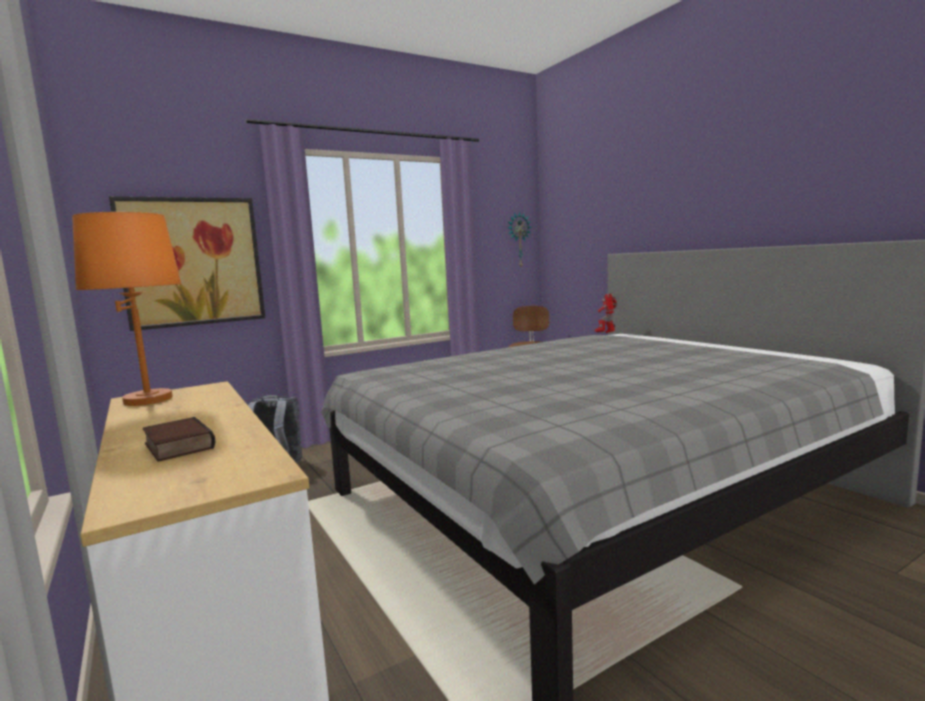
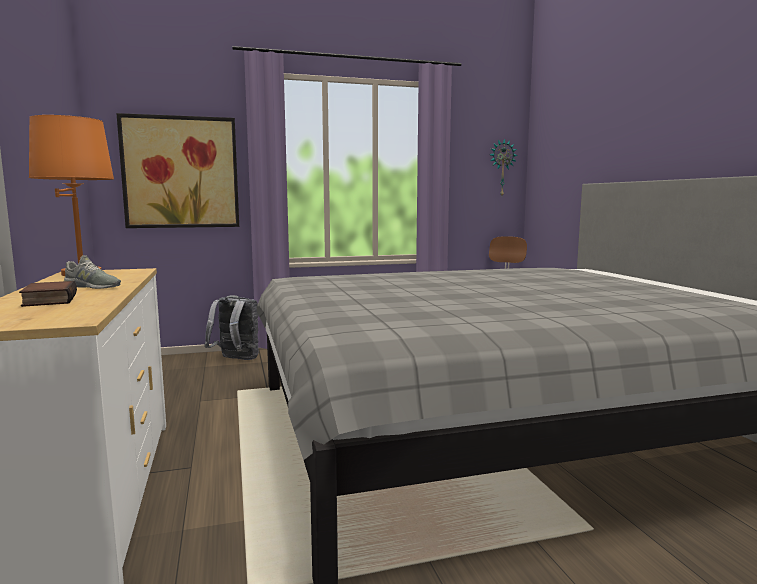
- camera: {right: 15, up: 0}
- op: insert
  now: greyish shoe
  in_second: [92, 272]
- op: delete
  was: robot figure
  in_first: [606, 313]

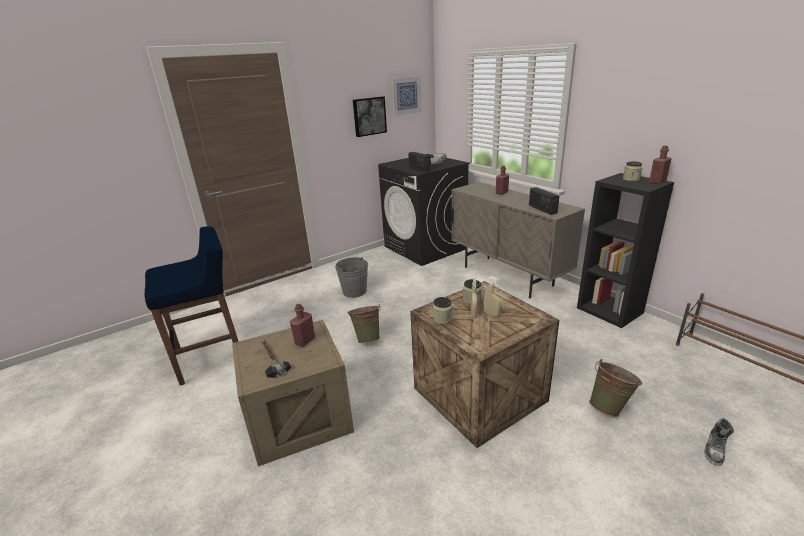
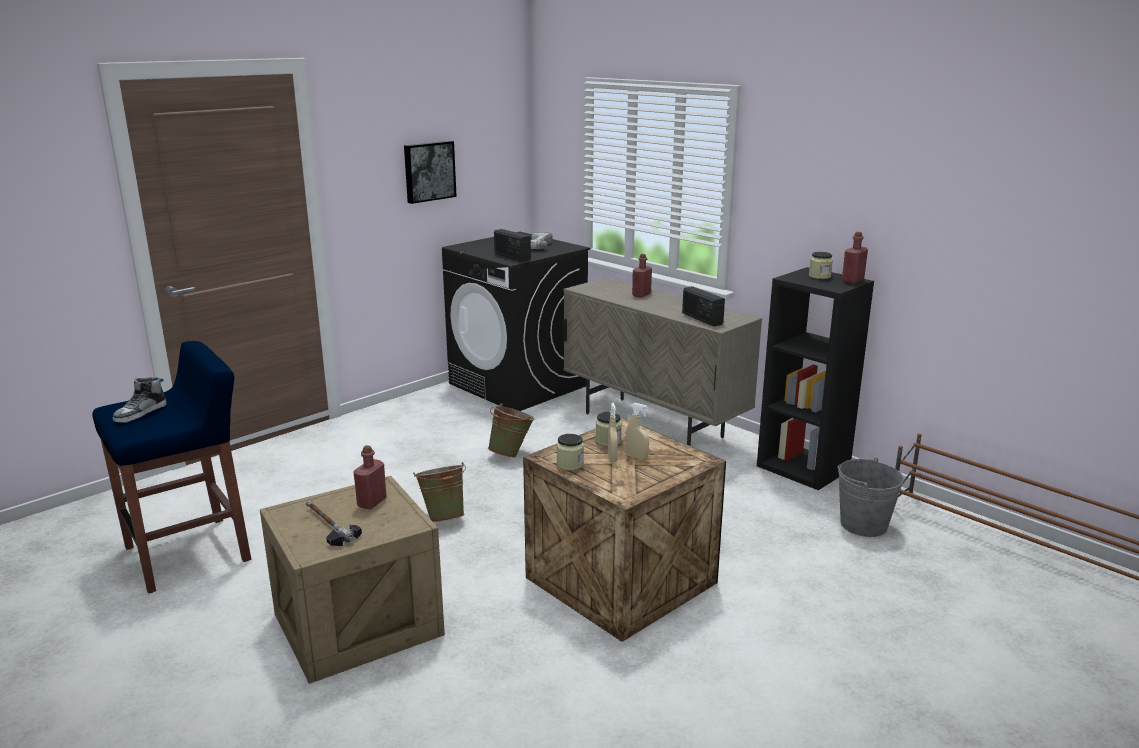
- camera: {right: -10, up: -5}
- op: move
  was: shoe
  in_first: [719, 442]
  in_second: [139, 400]
- op: move
  was: greenish water bucket
  in_first: [615, 388]
  in_second: [511, 430]
- op: move
  was: greyish water bucket
  in_first: [351, 277]
  in_second: [870, 497]
- op: delete
  was: wall picture
  in_first: [406, 95]

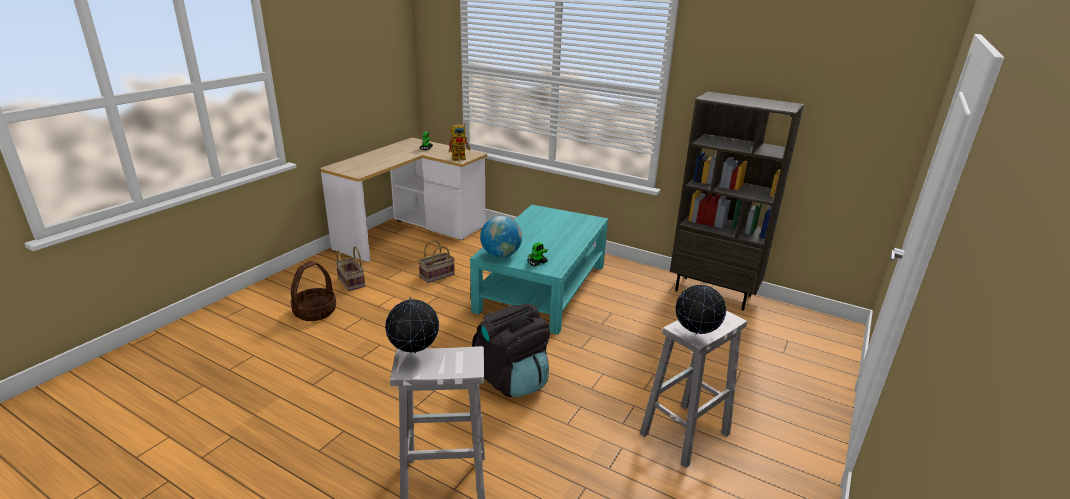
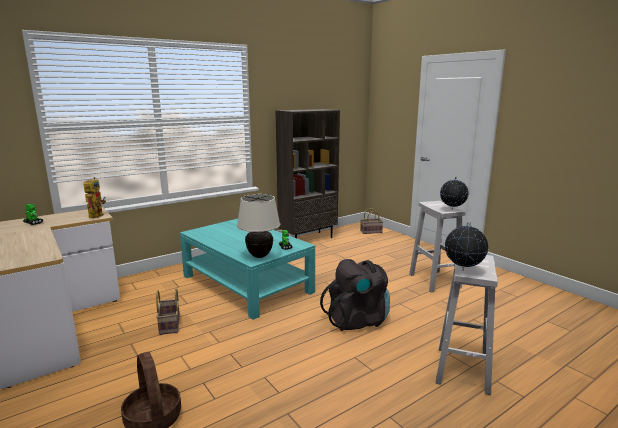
- camera: {right: -65, up: -10}
- op: replace
  was: desk globe
  now: beige-coloured table lamp
  in_first: [501, 237]
  in_second: [258, 226]
- op: move
  was: basket
  in_first: [350, 268]
  in_second: [371, 221]

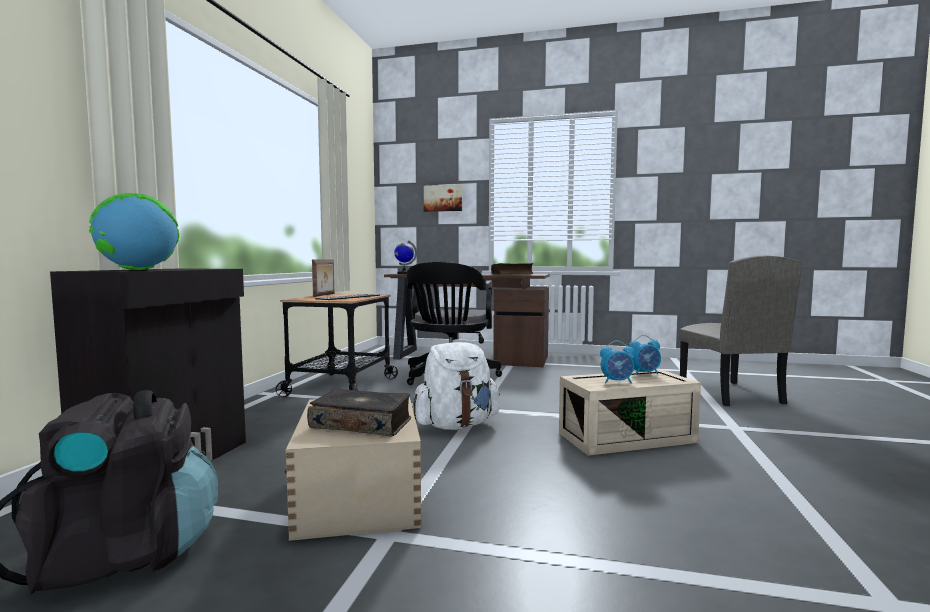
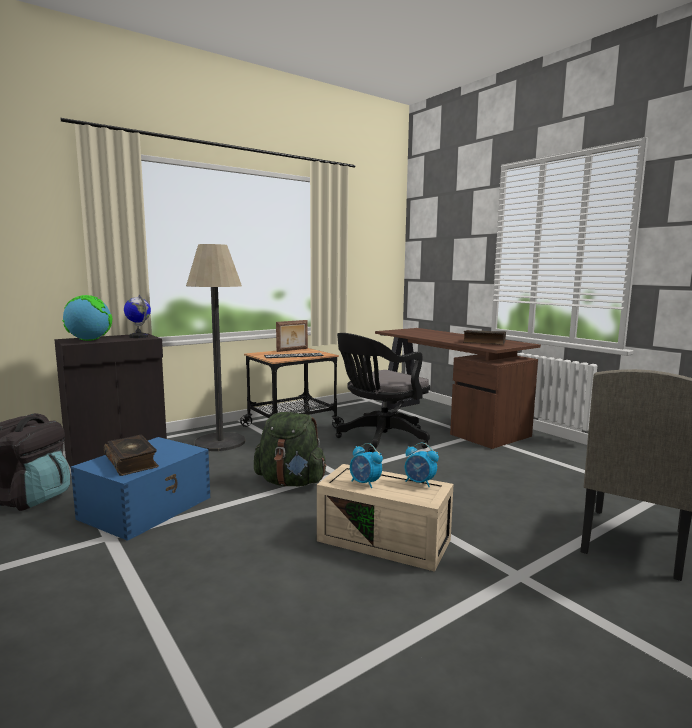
- camera: {right: 40, up: 5}
- op: recolor
  was: beige-coloured storage box
  now: bluish storage box
  in_first: [353, 468]
  in_second: [141, 489]
- op: move
  was: desk globe
  in_first: [405, 257]
  in_second: [137, 316]
- op: insert
  now: standard lamp
  in_second: [215, 347]
- op: recolor
  was: whitish backpack
  now: greenish backpack
  in_first: [456, 386]
  in_second: [290, 449]
- op: delete
  was: wall picture
  in_first: [443, 198]

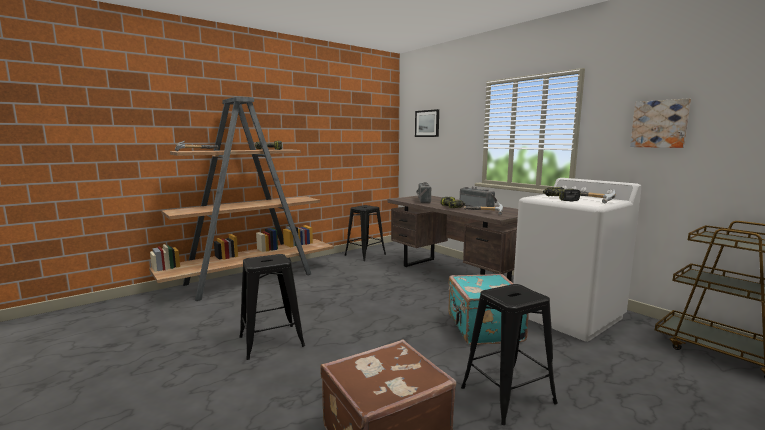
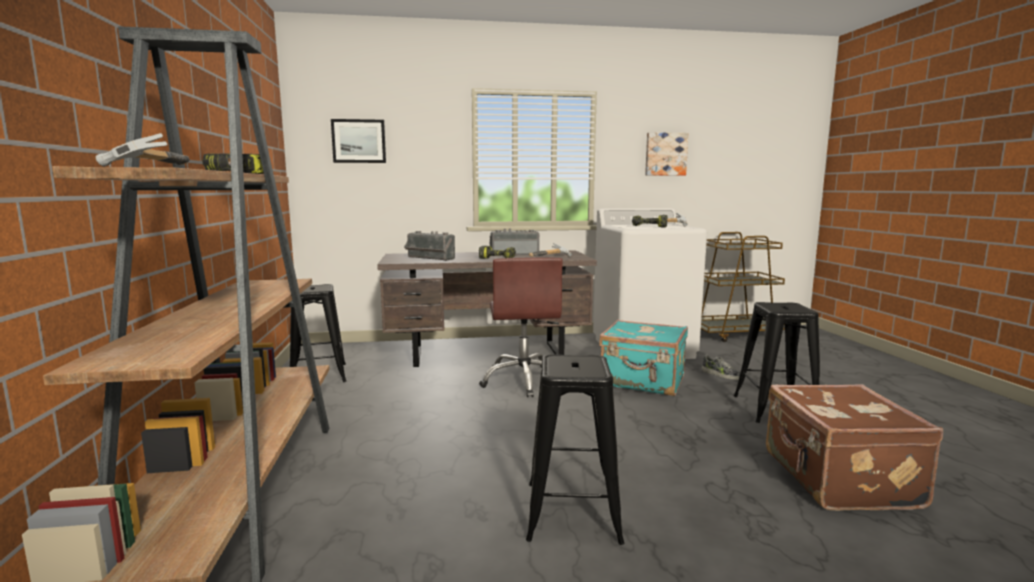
- camera: {right: -60, up: 0}
- op: insert
  now: brown-coloured computer chair
  in_second: [521, 327]
- op: insert
  now: shoe
  in_second: [721, 367]

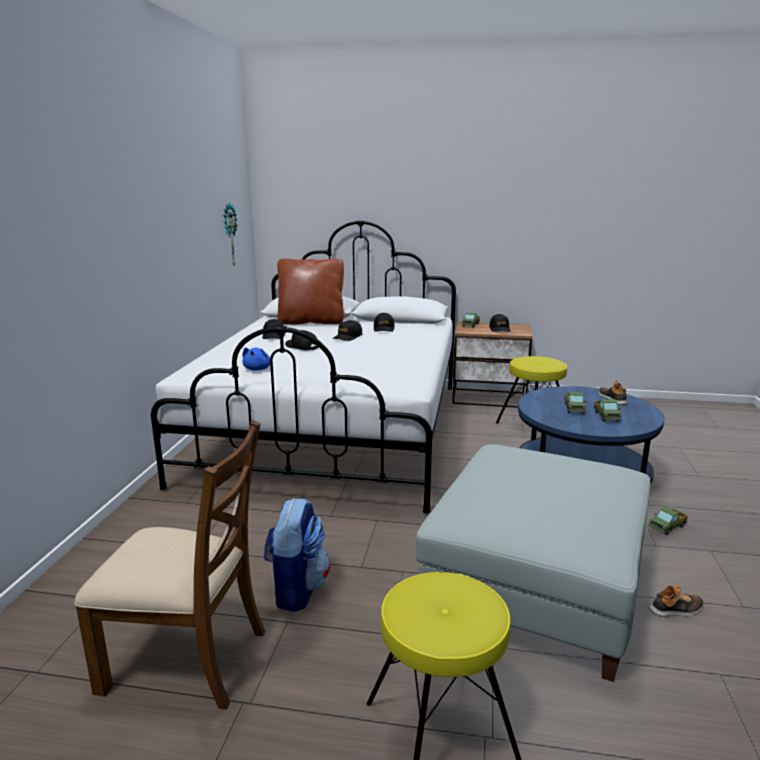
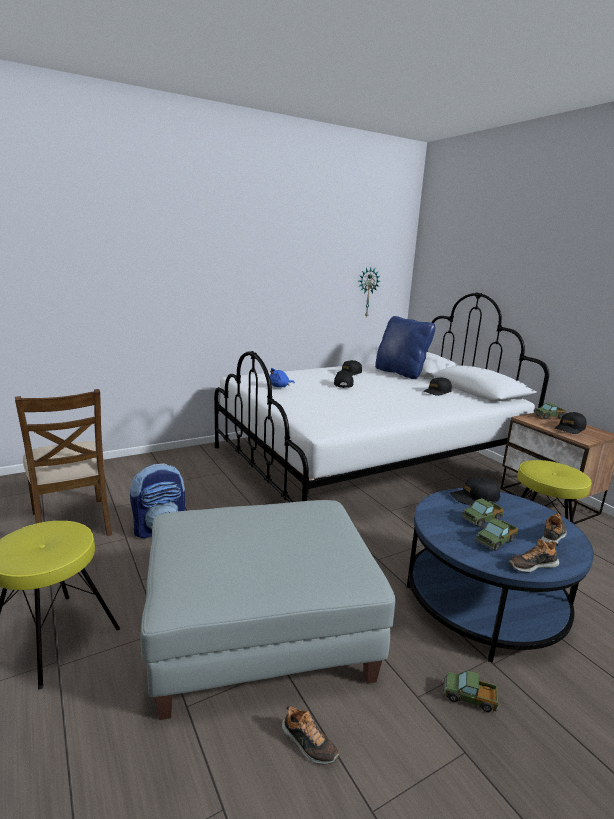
- camera: {right: 50, up: 0}
- op: recolor
  was: brown-coloured cushion
  now: bluish cushion
  in_first: [310, 291]
  in_second: [405, 347]
- op: move
  was: black-coloured peaked cap
  in_first: [347, 330]
  in_second: [475, 491]
- op: insert
  now: shoe
  in_second: [534, 555]

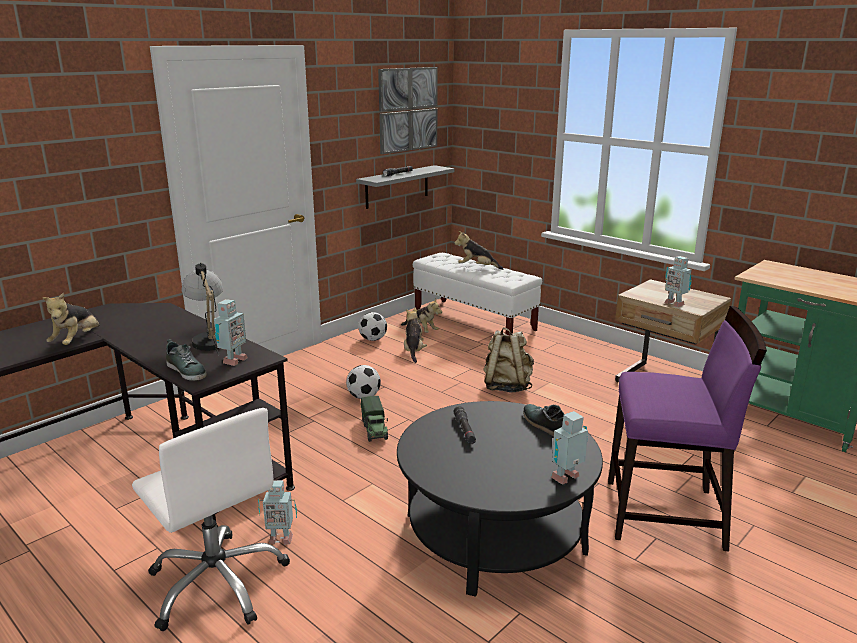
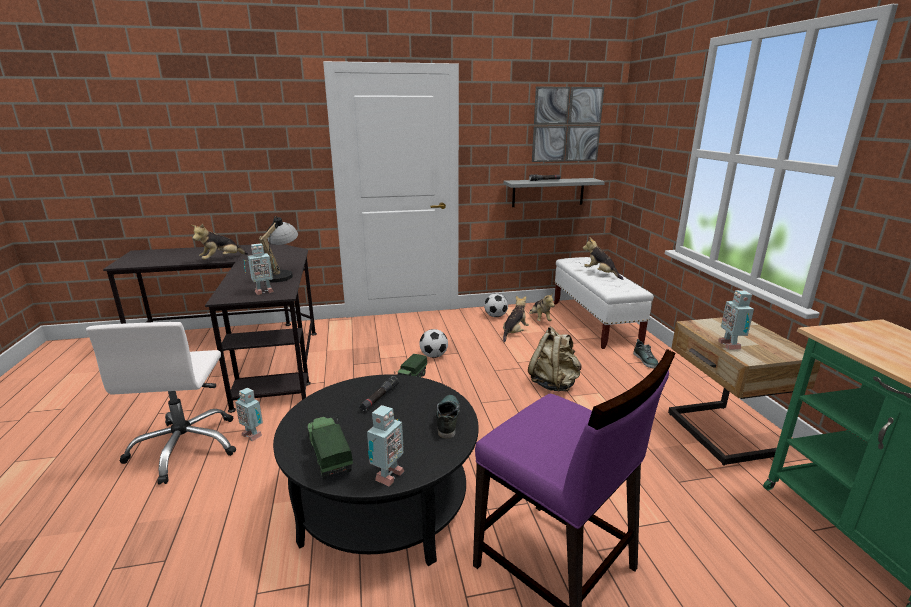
- camera: {right: 35, up: 0}
- op: insert
  now: model truck
  in_second: [329, 448]
- op: rotate
  was: robot figure
  in_first: [569, 448]
  in_second: [385, 446]
  clockwise: 120
- op: move
  was: shoe
  in_first: [186, 360]
  in_second: [645, 354]

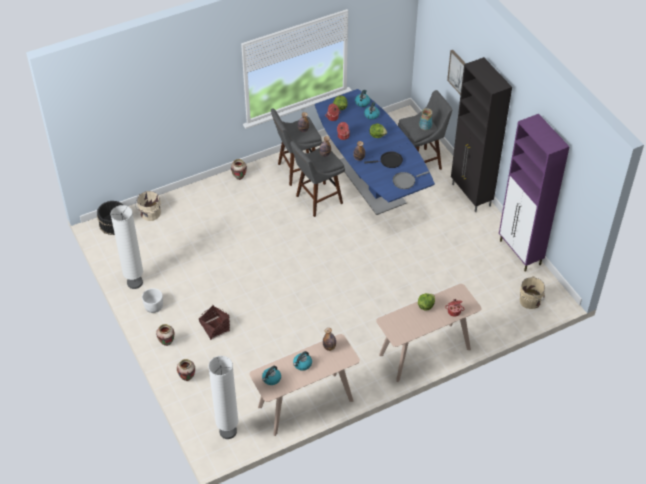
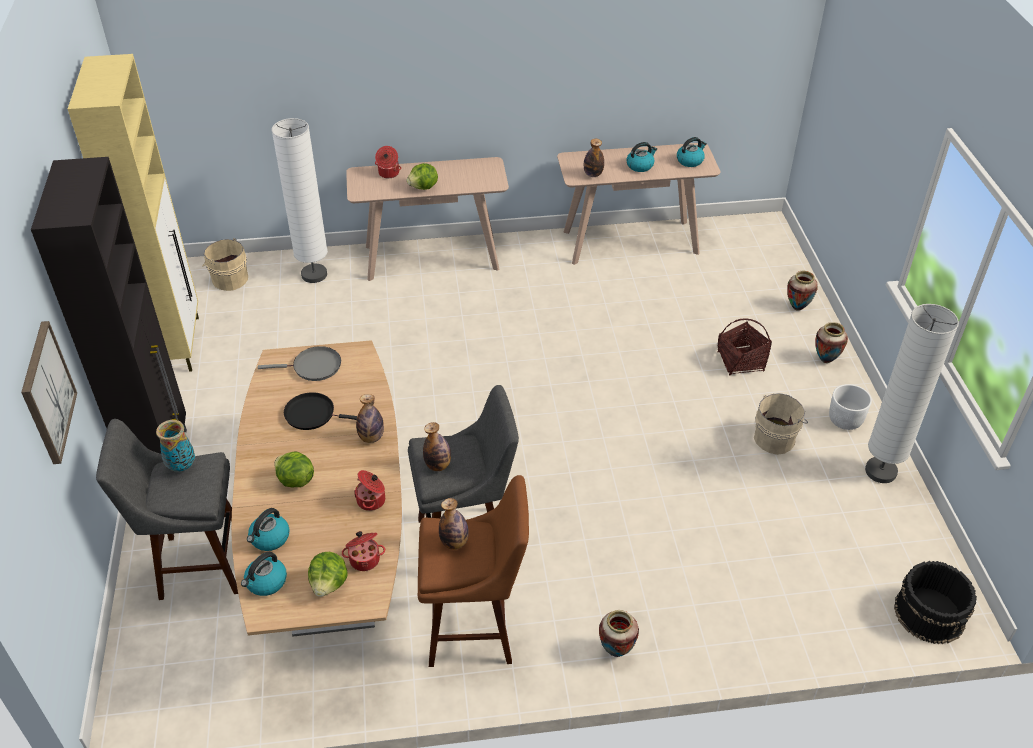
- camera: {right: -160, up: -5}
- op: recolor
  was: purple cabinet
  now: beige-coloured cabinet
  in_first: [534, 192]
  in_second: [133, 213]
- op: recolor
  was: bluish dinner table
  now: brown-coloured dinner table
  in_first: [375, 152]
  in_second: [316, 488]
- op: move
  was: whitish standard lamp
  in_first: [223, 397]
  in_second: [300, 200]
- op: recolor
  was: greyish sitting stool
  now: brown-coloured sitting stool
  in_first: [296, 147]
  in_second: [473, 571]
- op: move
  was: beige-coloured water bucket
  in_first: [148, 206]
  in_second: [781, 424]

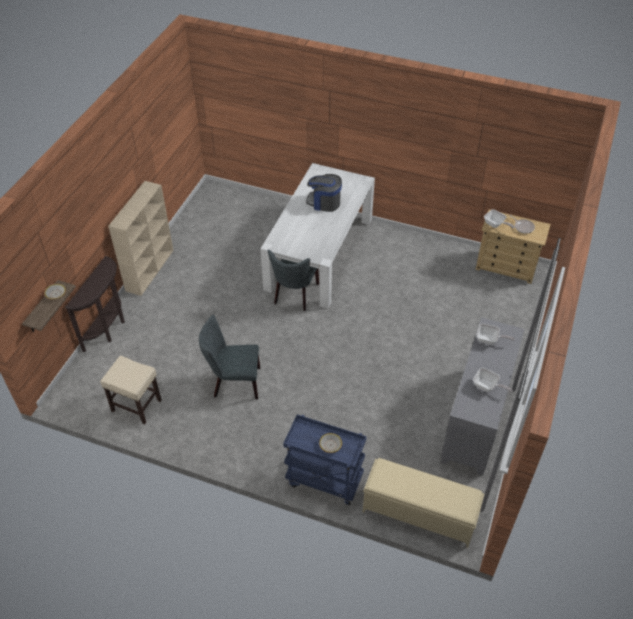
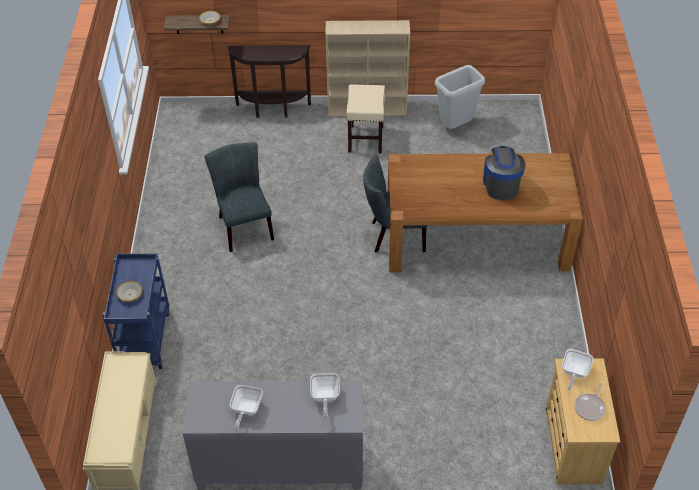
- camera: {right: 70, up: 0}
- op: move
  was: beige-coloured sitting stool
  in_first: [131, 390]
  in_second: [365, 118]
- op: recolor
  was: whitish dinner table
  now: brown-coloured dinner table
  in_first: [317, 236]
  in_second: [485, 212]
- op: insert
  now: greyish rubbish bin
  in_second: [460, 97]

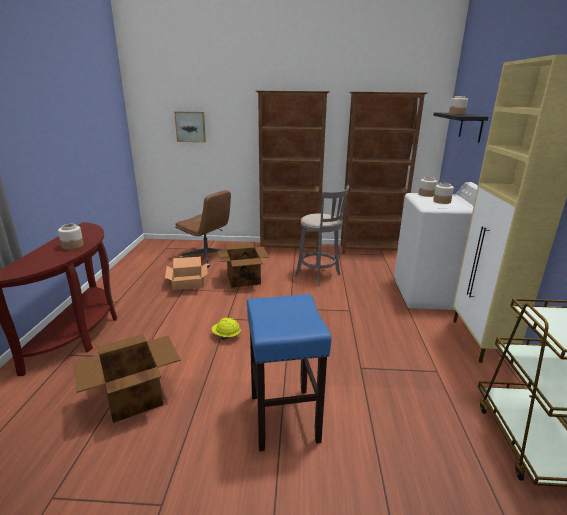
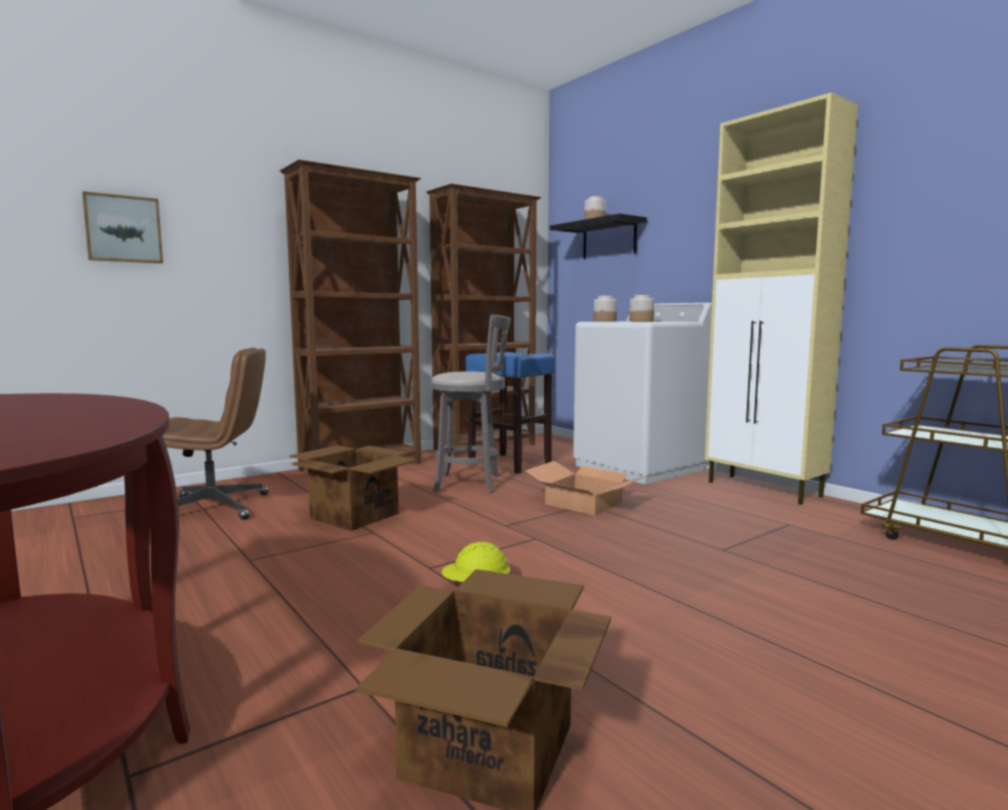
- camera: {right: -40, up: -15}
- op: move
  was: bluish sitting stool
  in_first: [289, 372]
  in_second: [510, 413]
- op: move
  was: cardboard box
  in_first: [186, 273]
  in_second: [585, 488]
- op: delete
  was: storage jar
  in_first: [71, 237]

